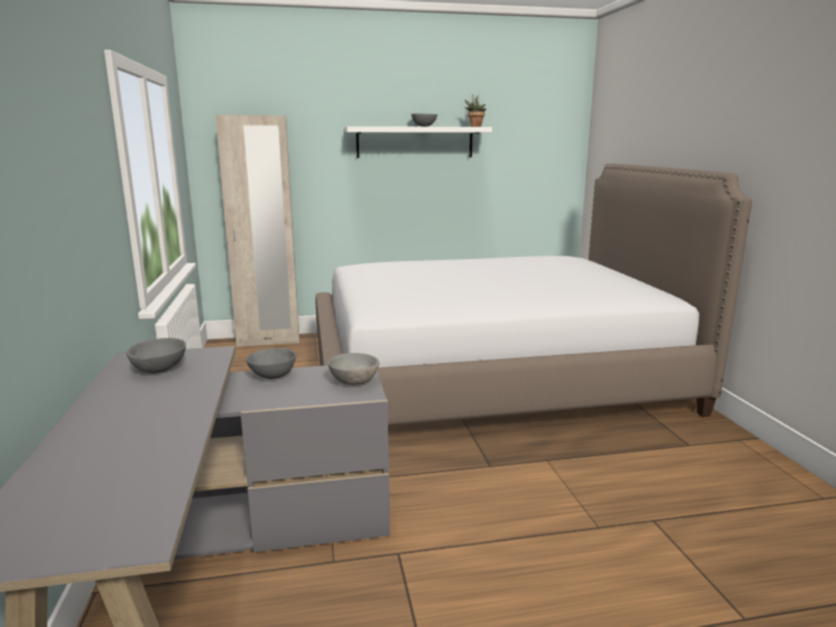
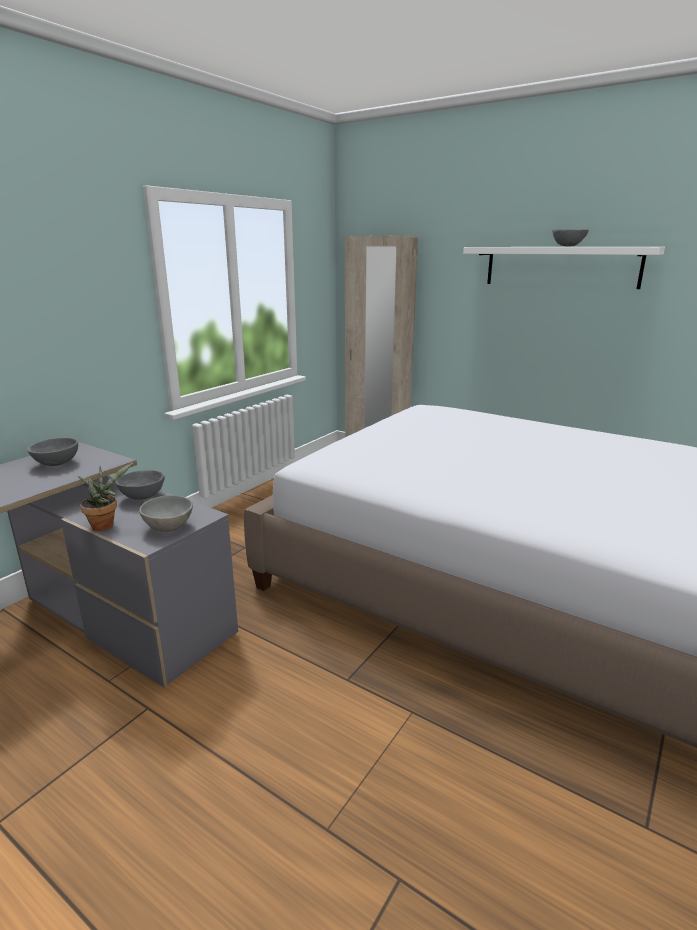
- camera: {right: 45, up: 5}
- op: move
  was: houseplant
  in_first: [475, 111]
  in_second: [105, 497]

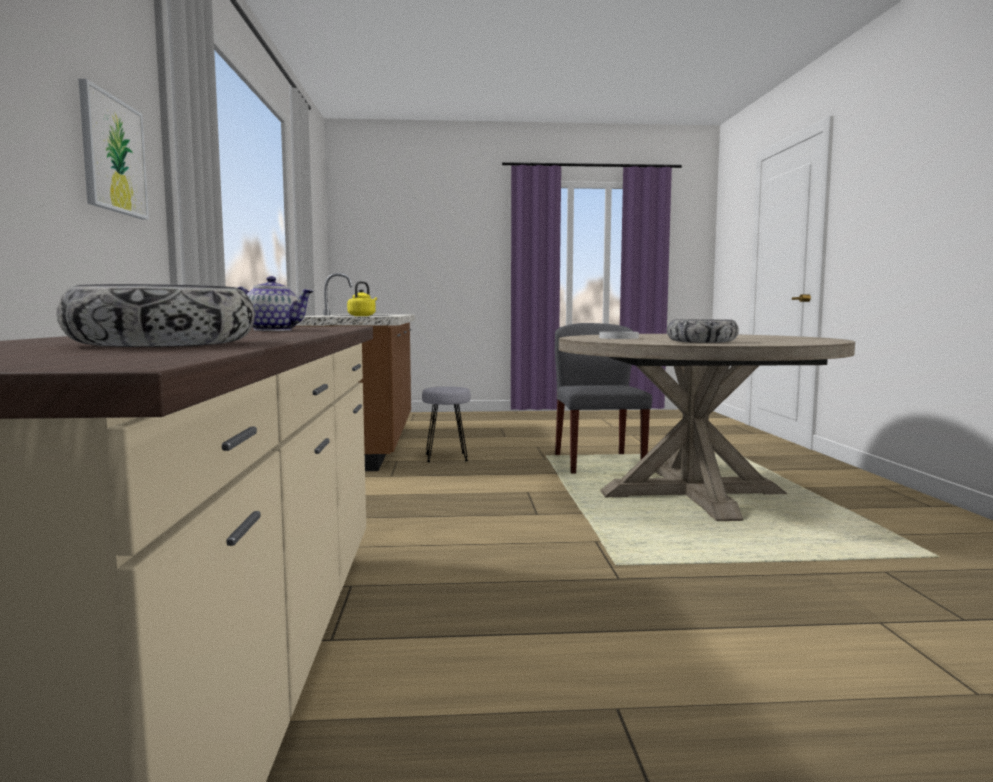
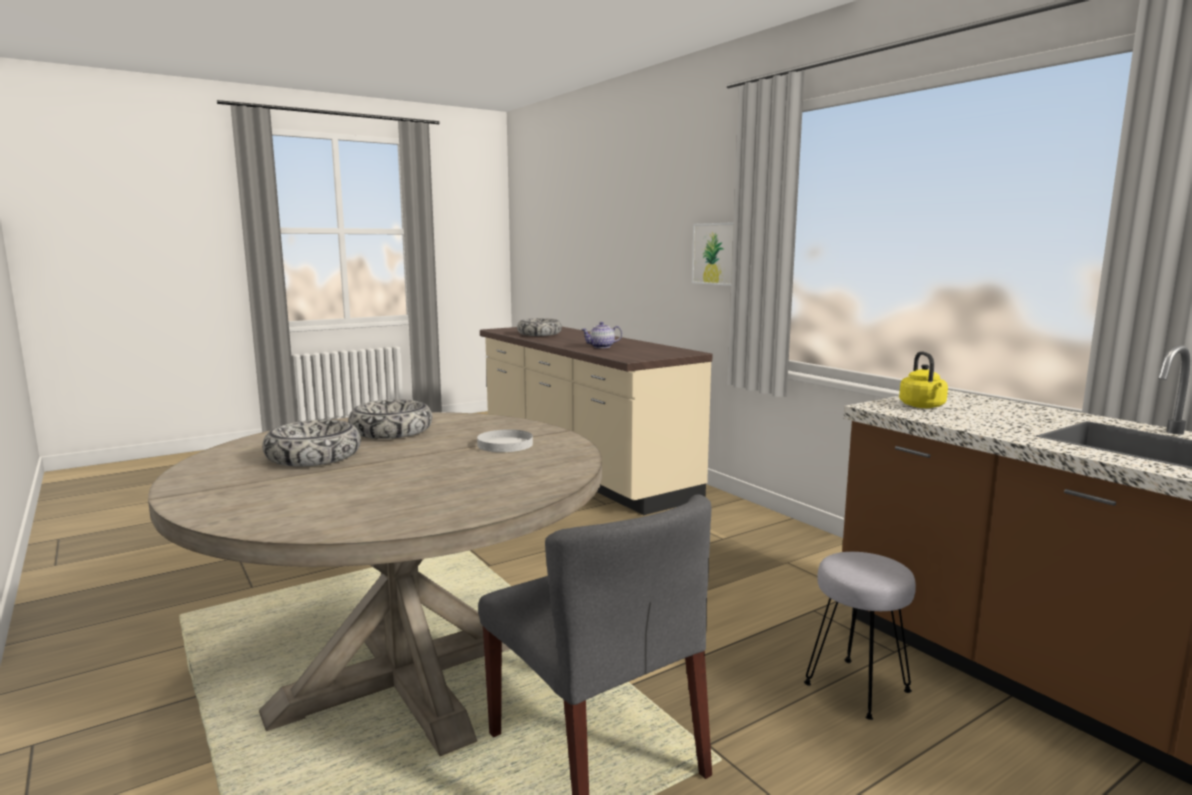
- camera: {right: 150, up: 5}
- op: insert
  now: deep dish
  in_second: [311, 443]

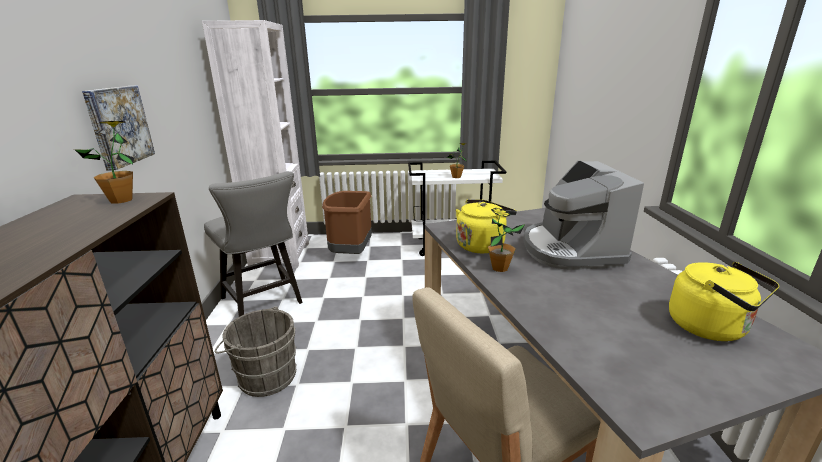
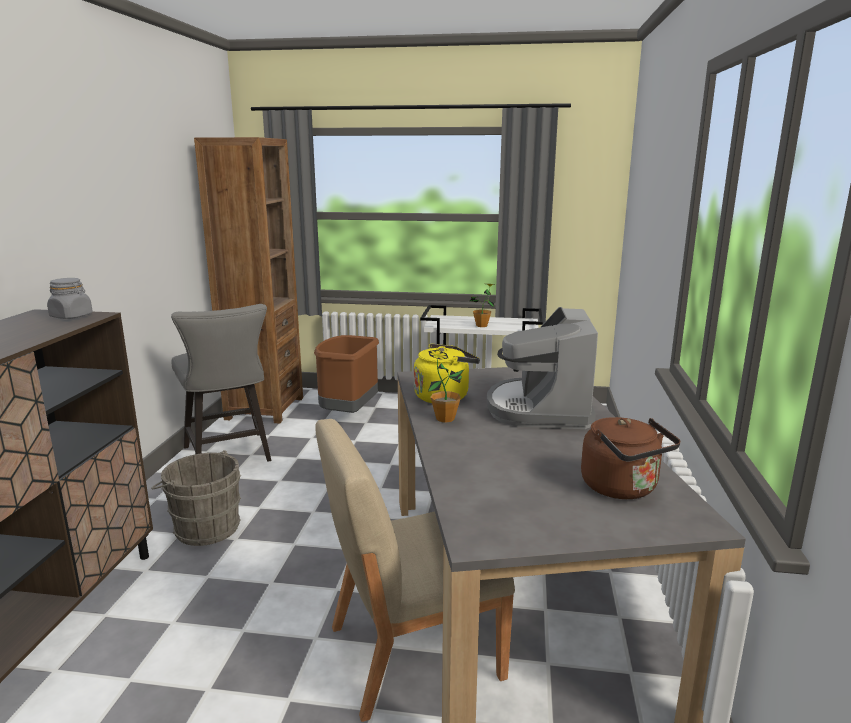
- camera: {right: 10, up: -5}
- op: replace
  was: houseplant
  now: greyish storage jar
  in_first: [104, 162]
  in_second: [70, 298]
- op: recolor
  was: whitish bookshelf
  now: brown-coloured bookshelf
  in_first: [255, 144]
  in_second: [248, 280]
- op: recolor
  was: yellow kettle
  now: brown-coloured kettle
  in_first: [724, 301]
  in_second: [631, 458]
- op: delete
  was: wall picture
  in_first: [118, 128]

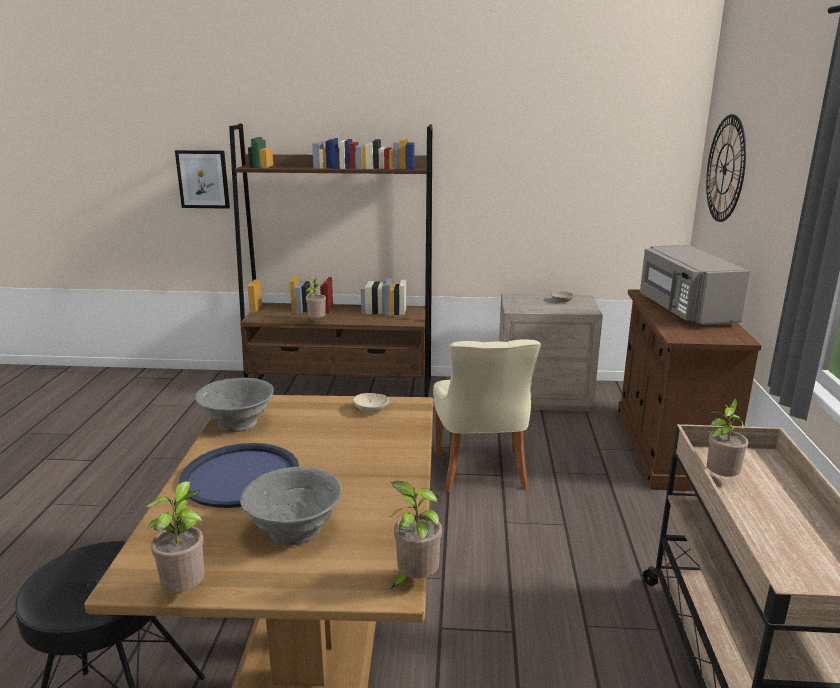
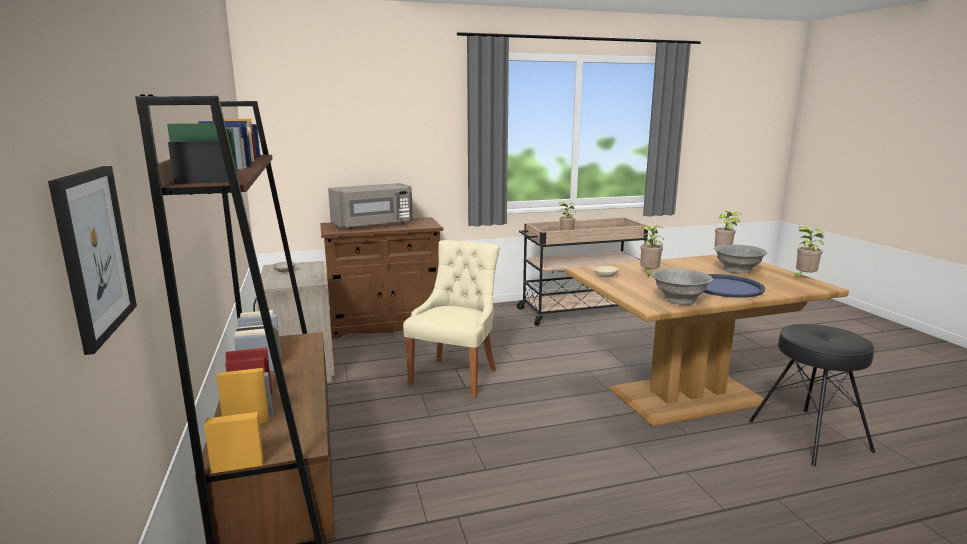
- camera: {right: -110, up: -5}
- op: rotate
  was: beige-coloured upright chair
  in_first: [487, 416]
  in_second: [451, 319]
  clockwise: -45
- op: move
  was: houseplant
  in_first: [315, 297]
  in_second: [652, 250]
- op: delete
  was: clock on the wall
  in_first: [726, 168]

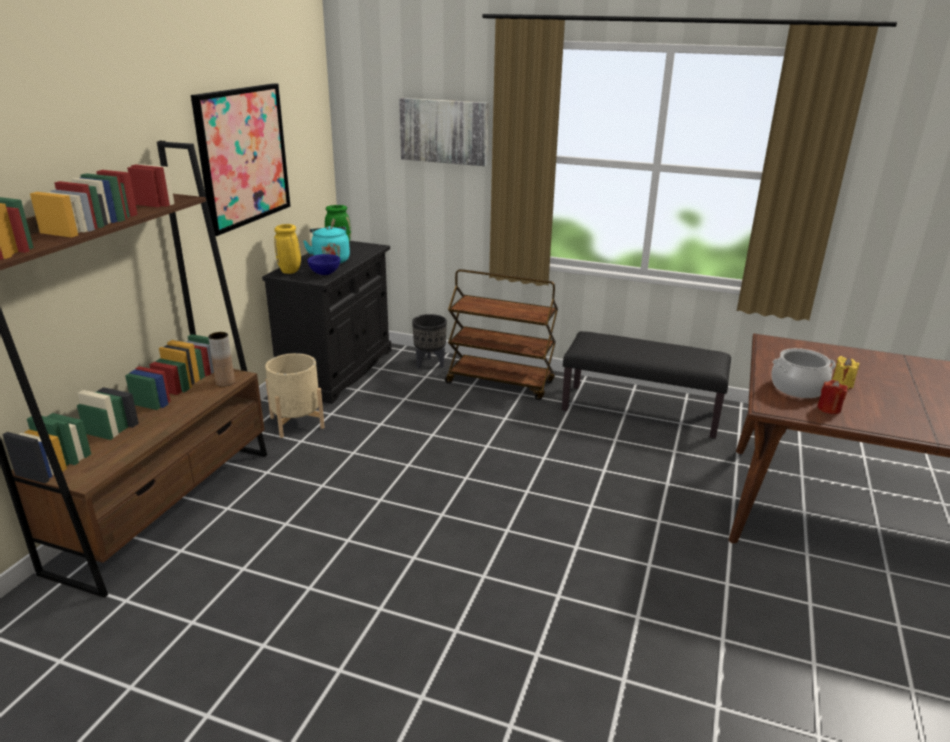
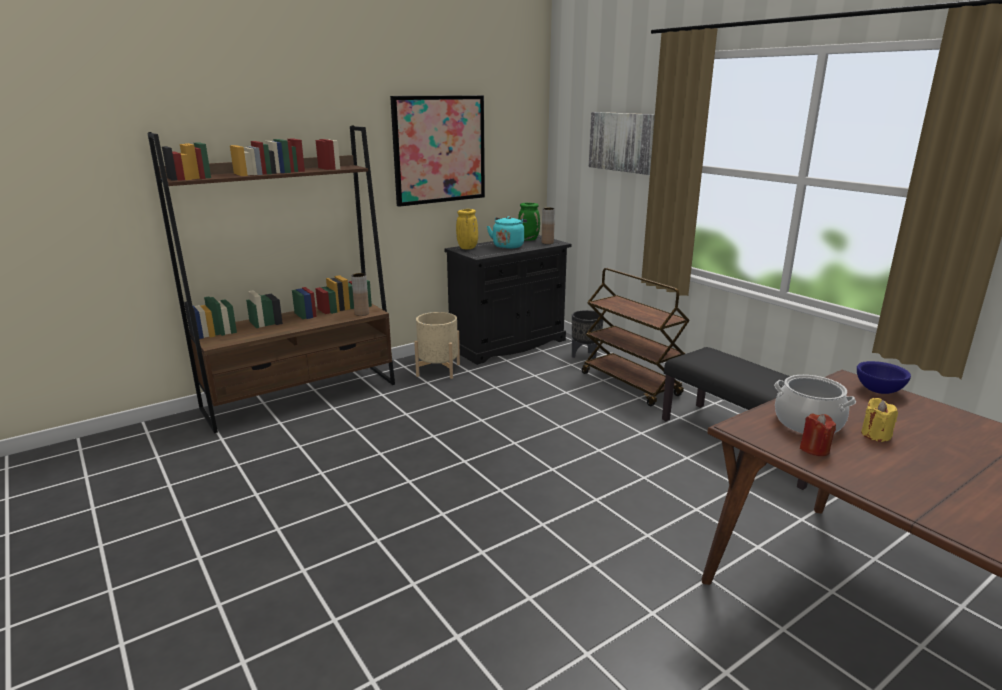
- camera: {right: 35, up: -5}
- op: insert
  now: brown-coloured vase
  in_second: [548, 225]
- op: move
  was: bluish deep dish
  in_first: [323, 264]
  in_second: [884, 377]

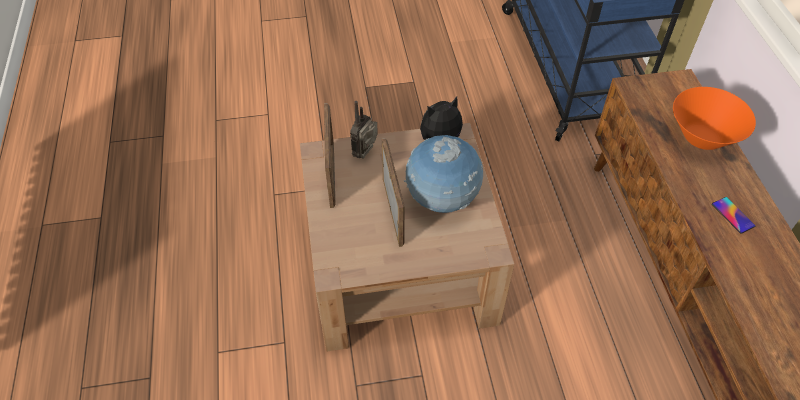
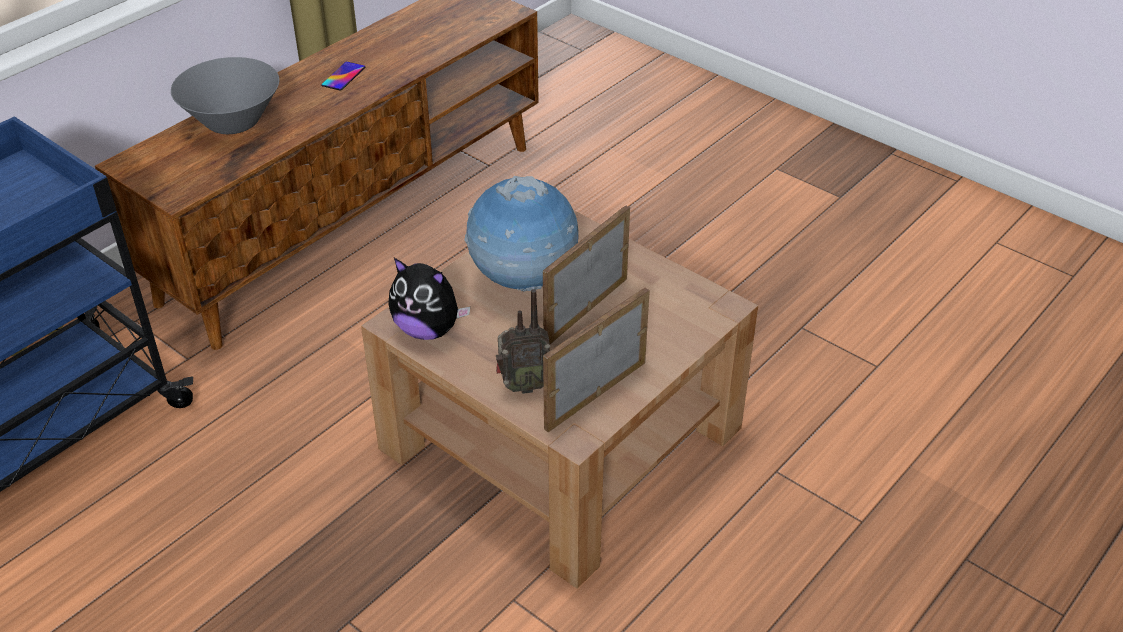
- camera: {right: -130, up: -10}
- op: recolor
  was: orangey deep dish
  now: greyish deep dish
  in_first: [714, 118]
  in_second: [225, 95]

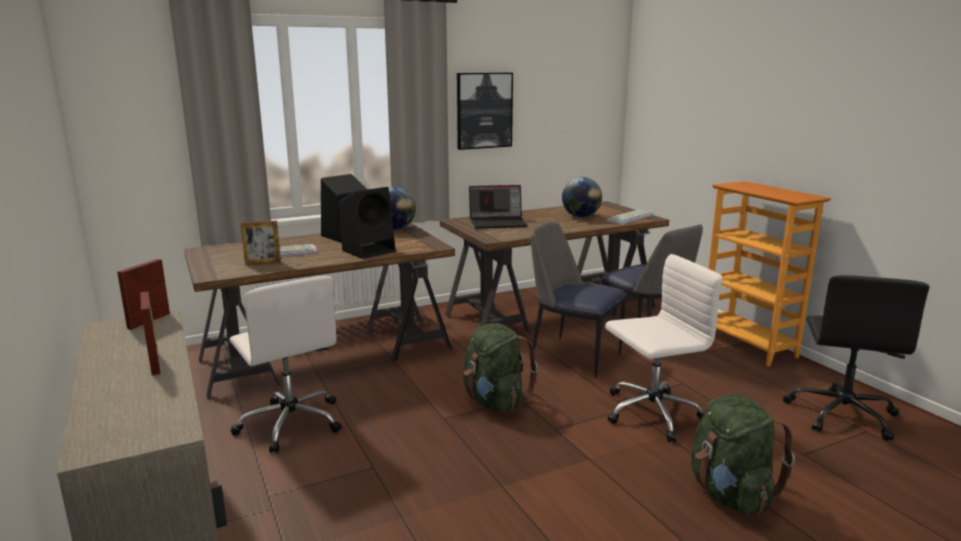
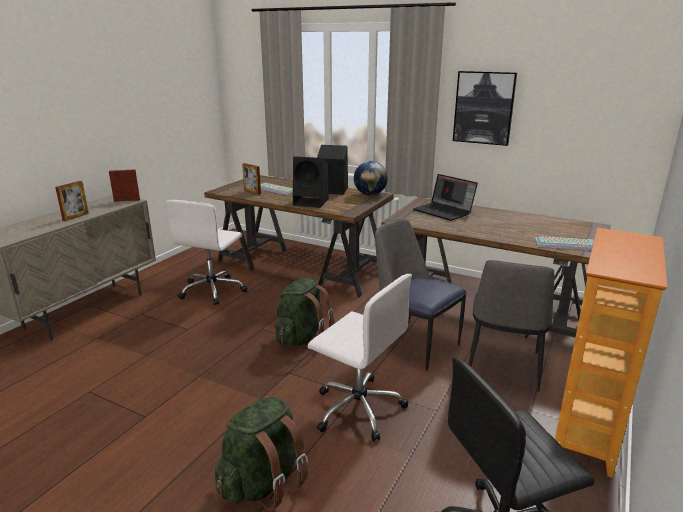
- camera: {right: 55, up: 5}
- op: rotate
  was: upright chair
  in_first: [578, 300]
  in_second: [421, 295]
  clockwise: -45
- op: delete
  was: desk globe
  in_first: [582, 197]

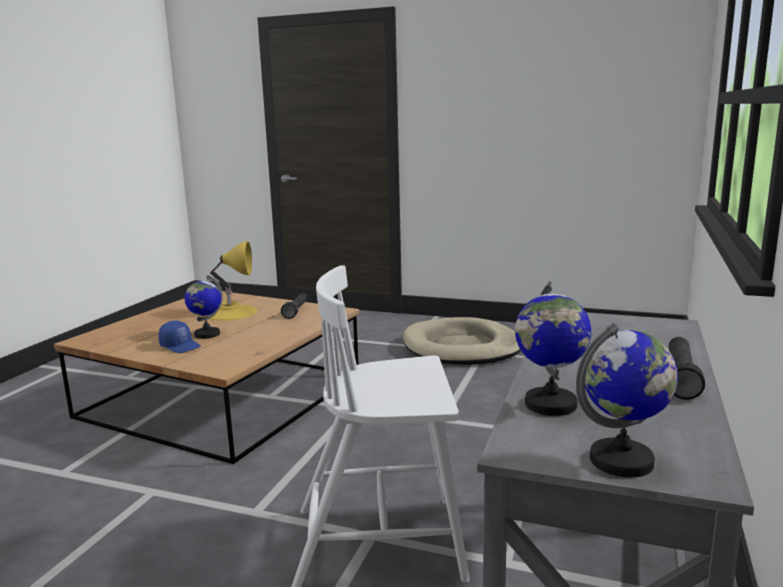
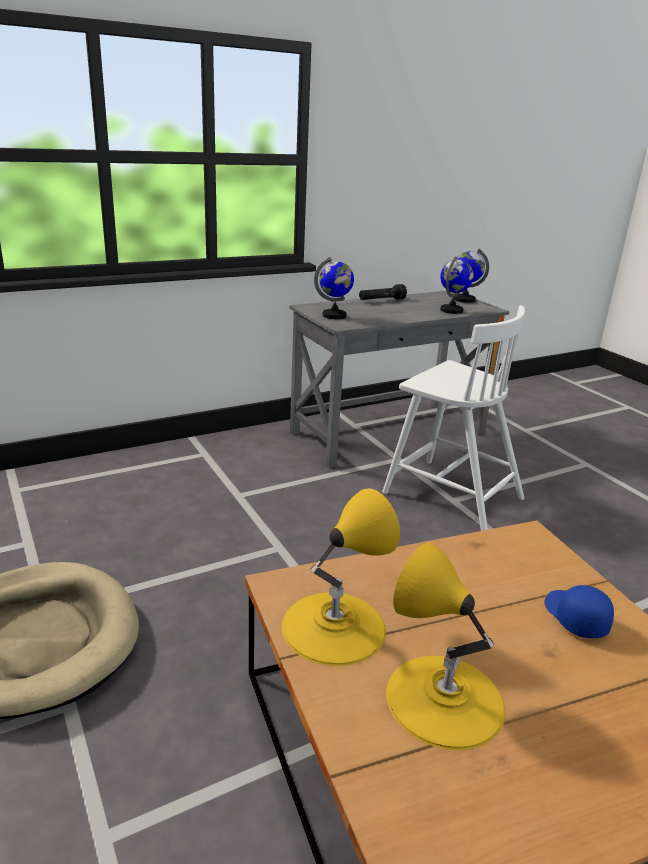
- camera: {right: -140, up: 10}
- op: replace
  was: black-coloured flashlight
  now: yellow table lamp
  in_first: [294, 306]
  in_second: [341, 577]
- op: move
  was: desk globe
  in_first: [204, 307]
  in_second: [334, 288]

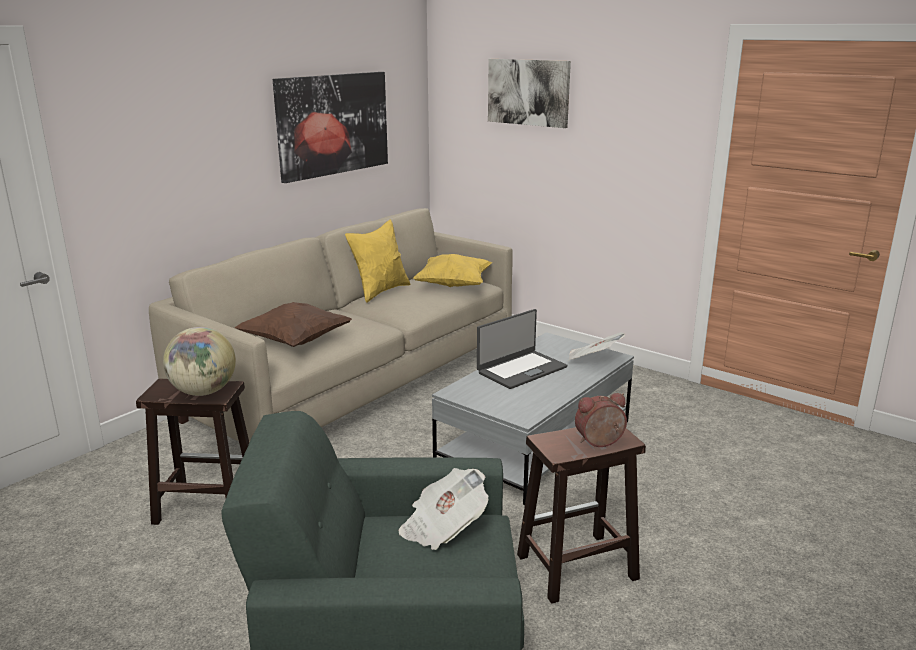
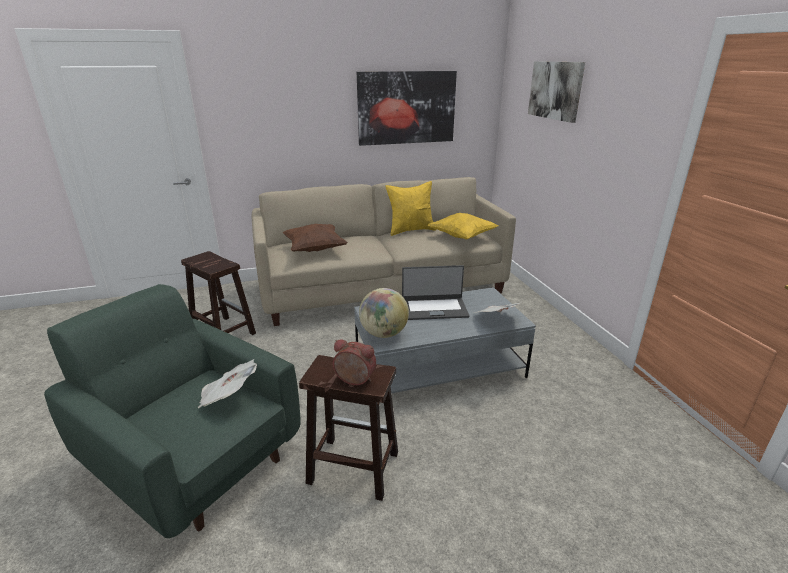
- camera: {right: 35, up: 5}
- op: move
  was: desk globe
  in_first: [199, 361]
  in_second: [384, 313]

